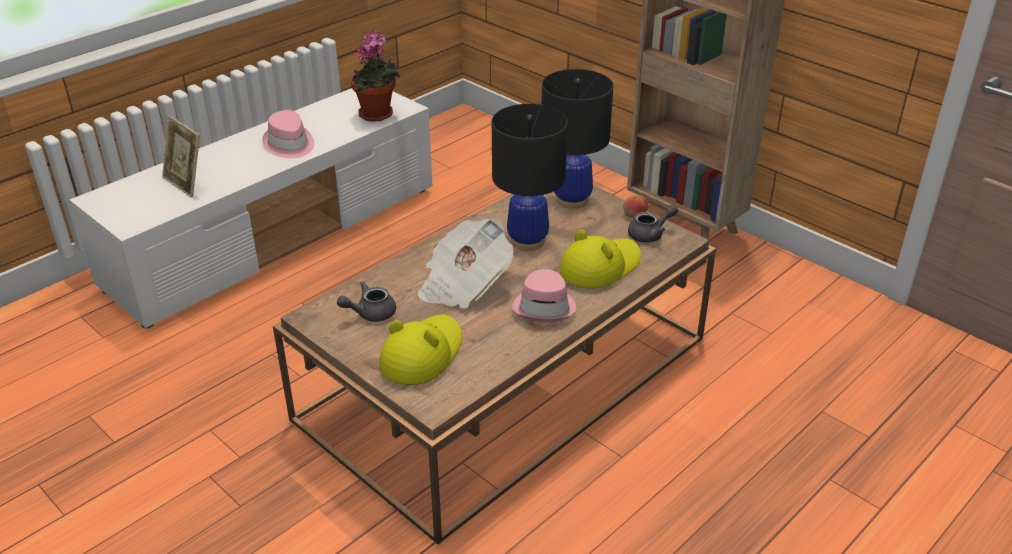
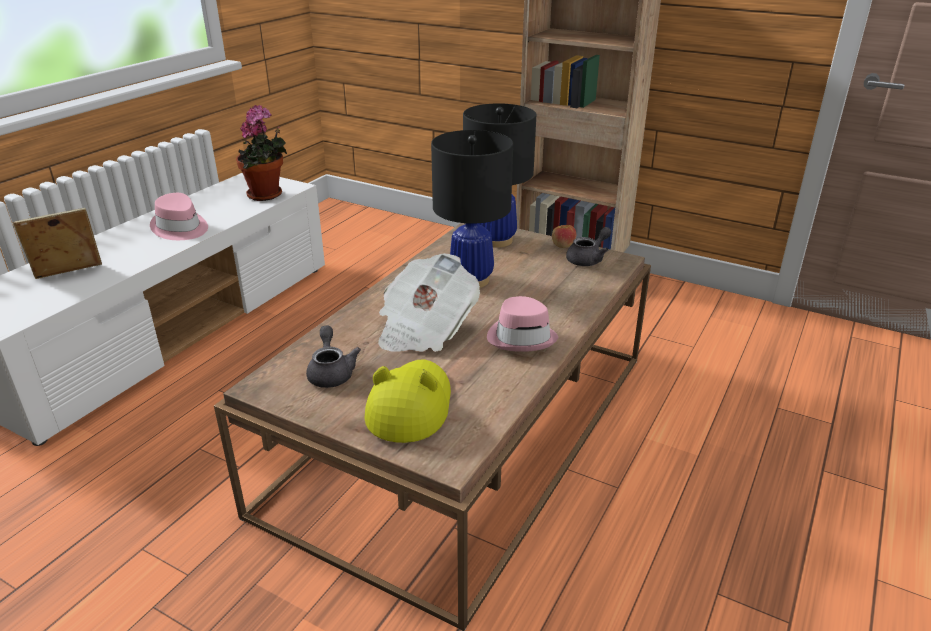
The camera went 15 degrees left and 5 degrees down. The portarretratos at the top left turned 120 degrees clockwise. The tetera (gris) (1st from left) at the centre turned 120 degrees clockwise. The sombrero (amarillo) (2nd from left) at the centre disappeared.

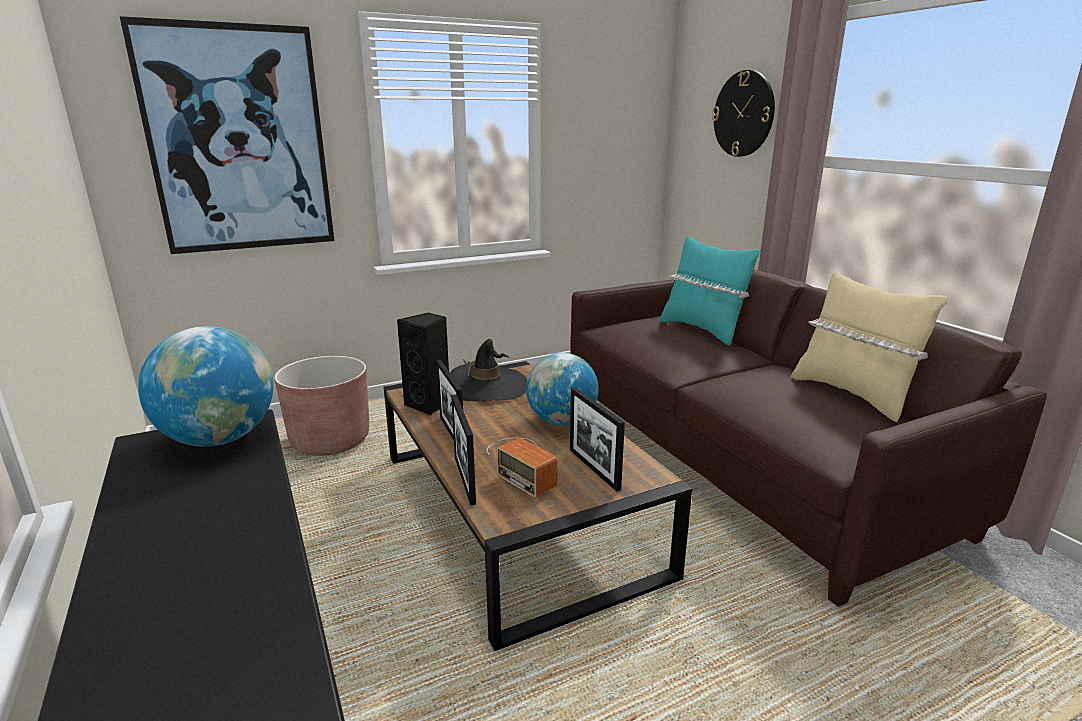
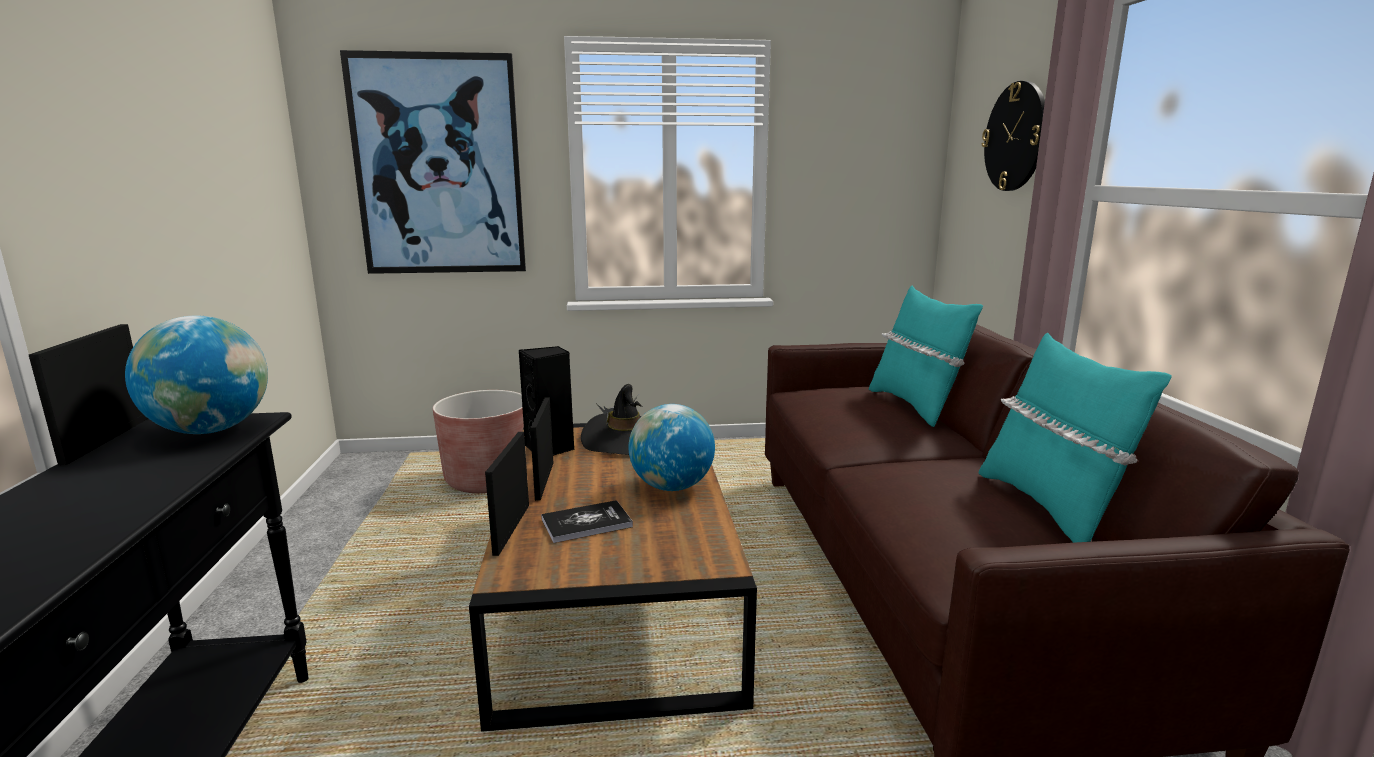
The camera went 20 degrees right and 5 degrees down. The portarretratos (3rd from left in the first image) moved from the centre to the middle left. The radio at the centre was replaced by the libro at the bottom centre. The cojín (beis) at the middle right became the cojín (turquesa) (2nd from left) at the middle right.

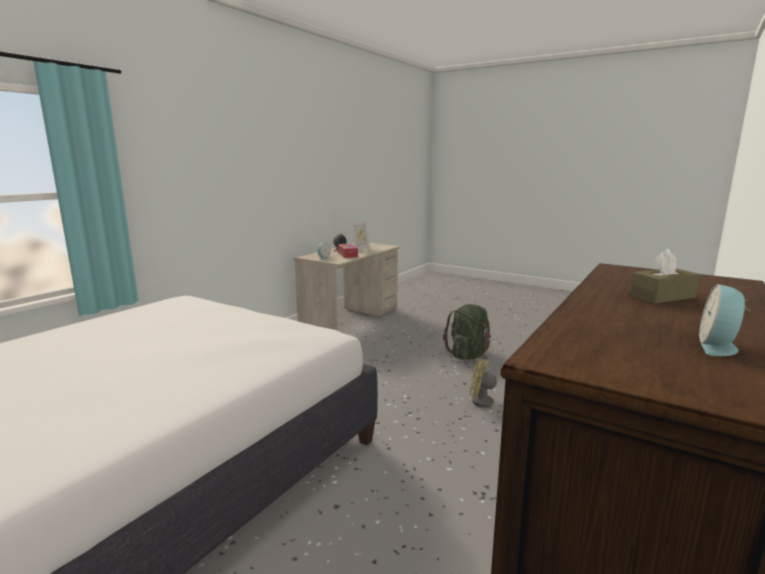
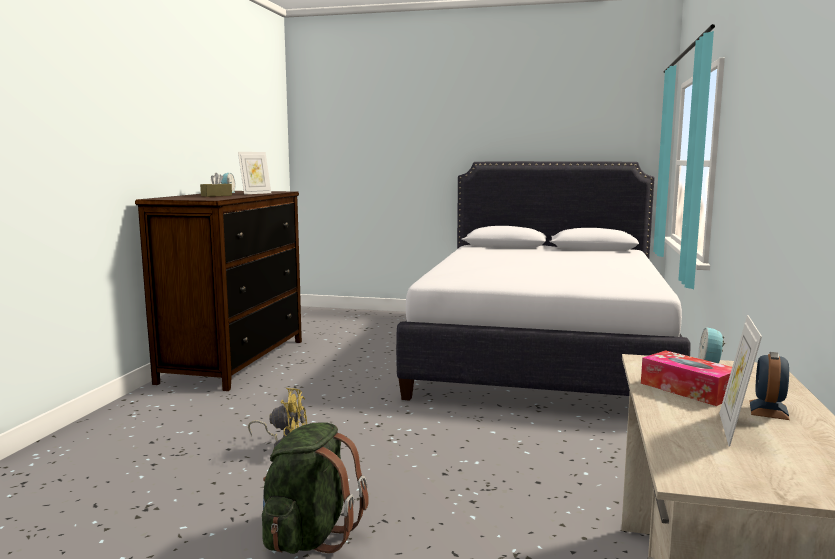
The camera went 160 degrees right and 5 degrees down. The portarretratos (1st from left) at the top left appeared.

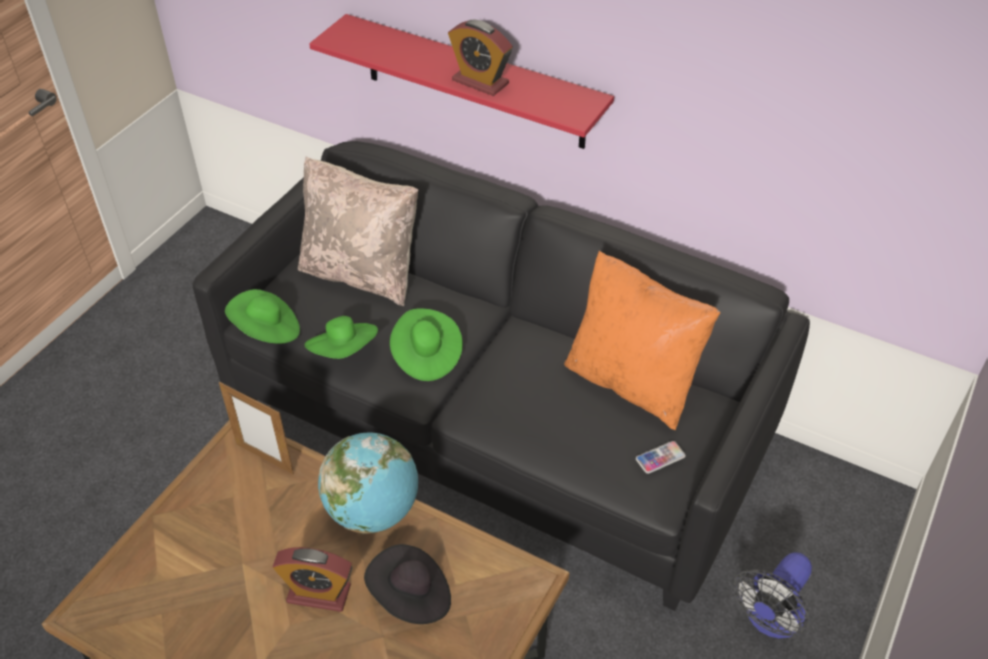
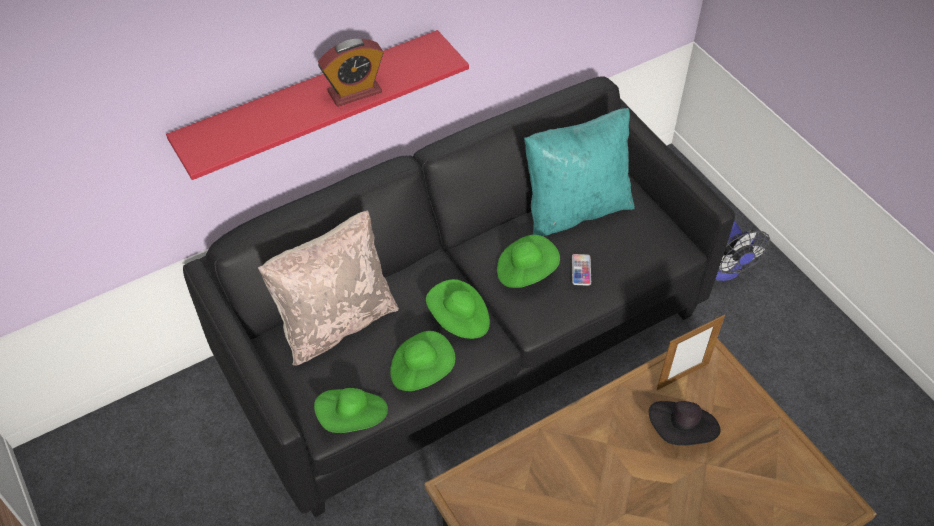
The camera went 60 degrees left and 5 degrees up. The sombrero (verde) (4th from left) at the centre appeared. The cojín (naranja) at the centre became the cojín (turquesa) at the top centre. The móvil moved from the bottom right to the centre. The portarretratos moved from the middle left to the bottom right. The despertador (1st from left) at the bottom left disappeared. The globo terráqueo at the bottom centre disappeared.

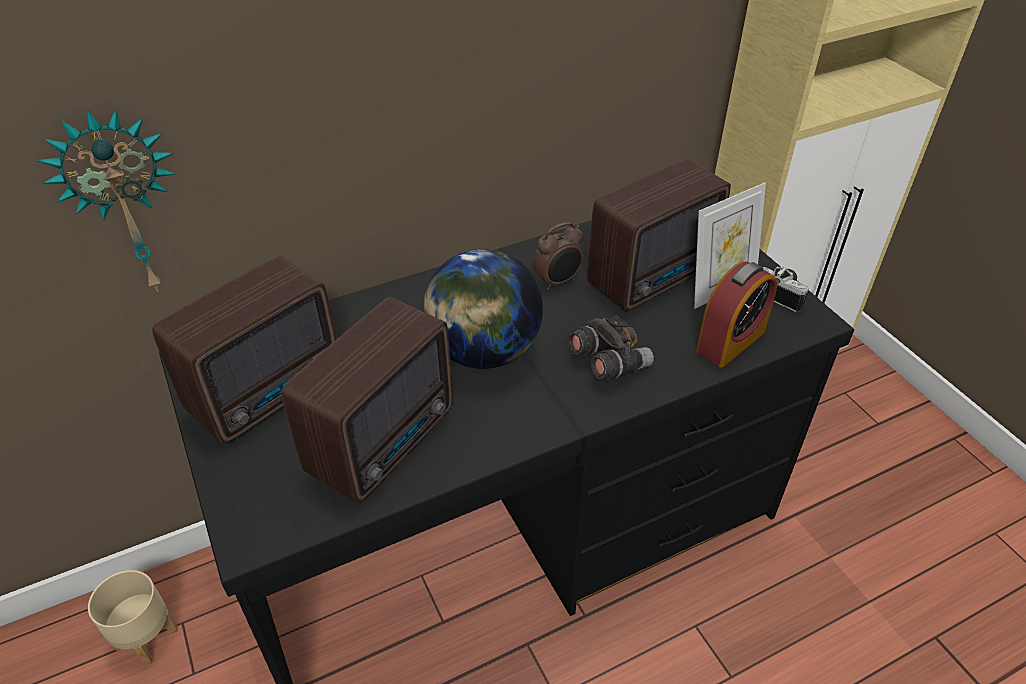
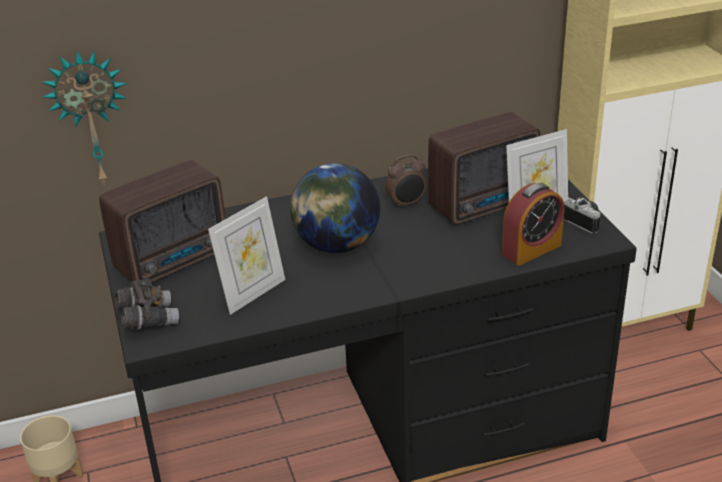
The camera went 10 degrees right and 10 degrees down. The prismáticos (gris) moved from the centre to the middle left. The radio (2nd from left) at the centre was replaced by the portarretratos (1st from left) at the centre.

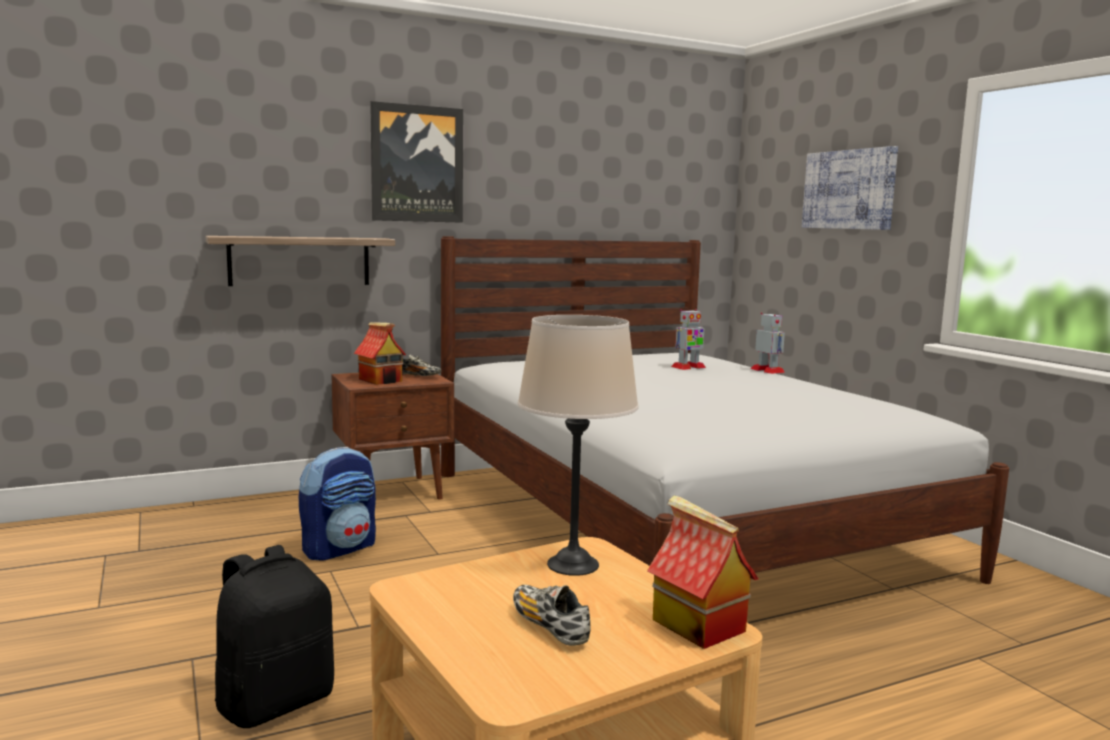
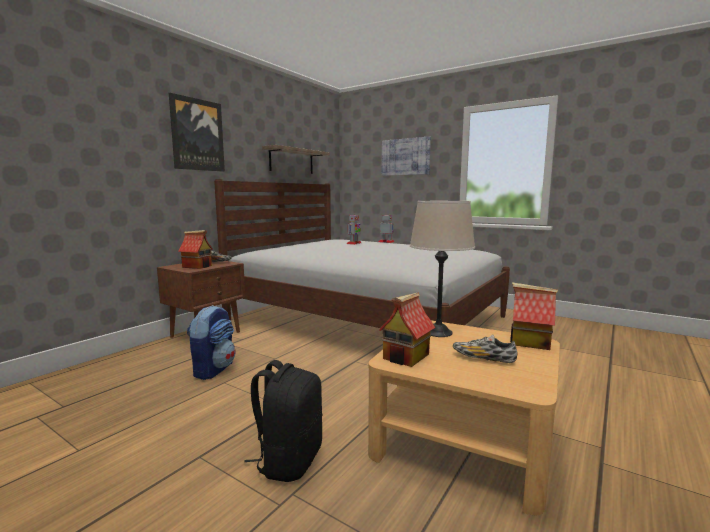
The camera went 30 degrees left and 0 degrees up. The estante moved from the middle left to the top centre. The casita (2nd from left) at the centre appeared.

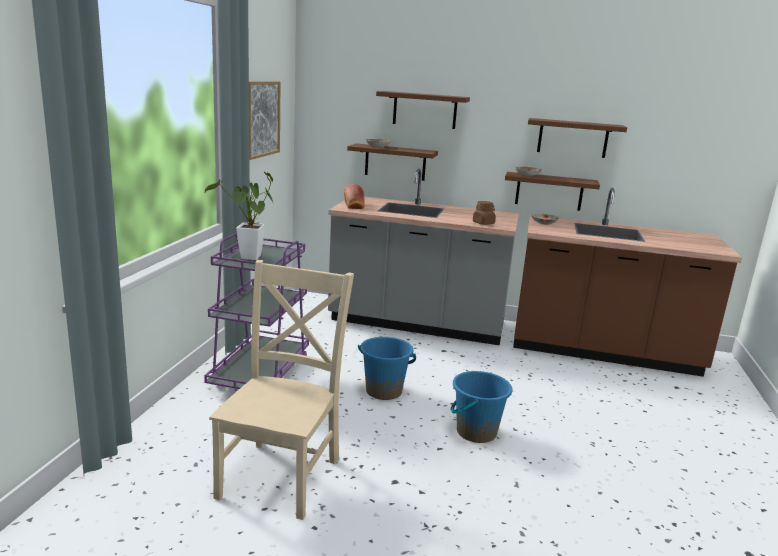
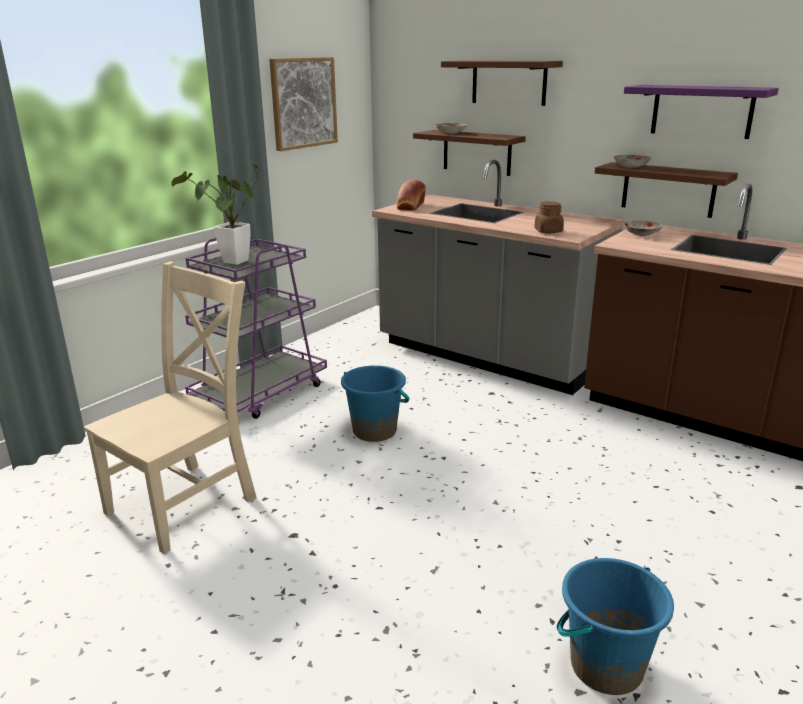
The camera went 25 degrees right and 5 degrees up. The cubo (azul) (2nd from left) moved from the bottom centre to the bottom right. The estante (marrón) (4th from left) at the top right became the estante (morado) at the top right.

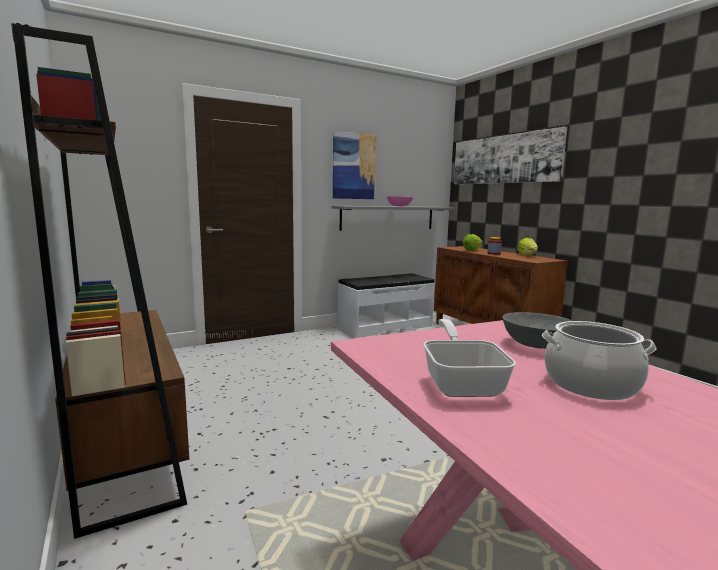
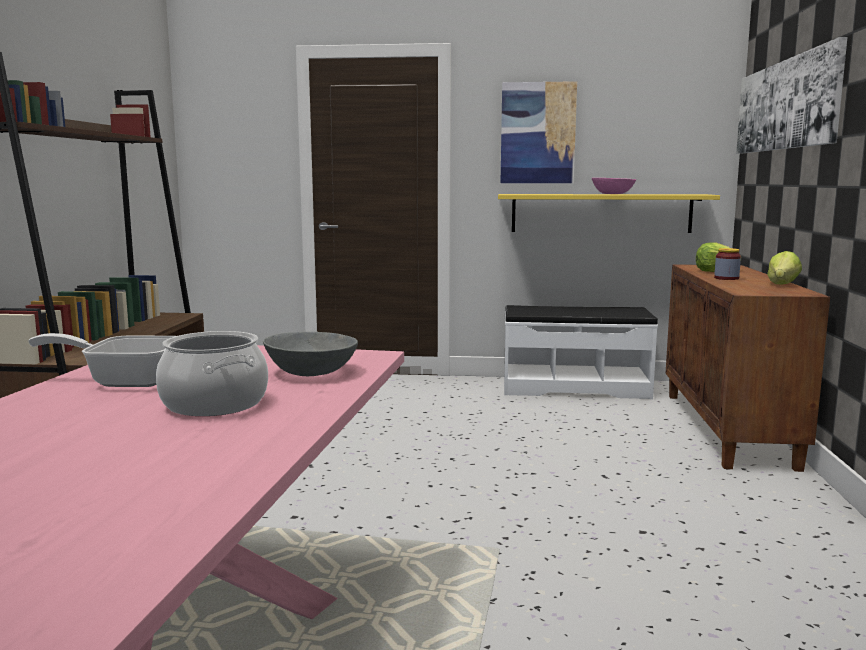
The camera went 35 degrees right and 0 degrees up. The sartén at the centre turned 120 degrees counterclockwise. The estante (gris) at the centre became the estante (amarillo) at the top right.

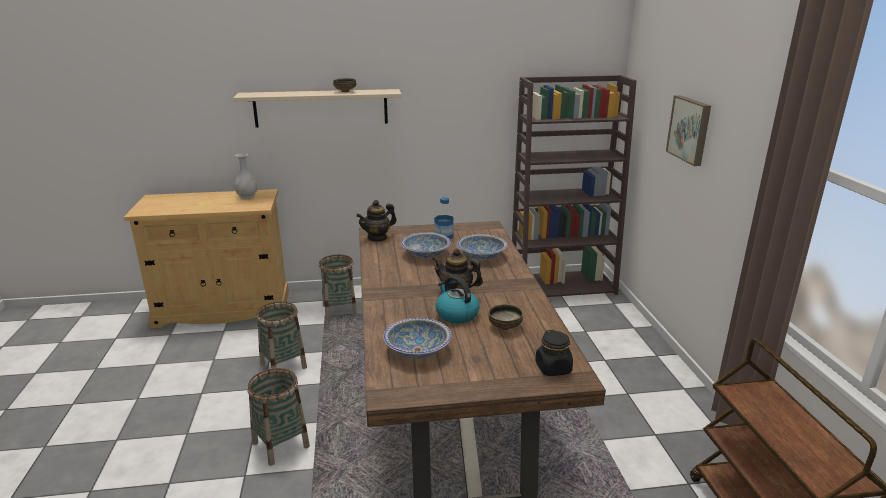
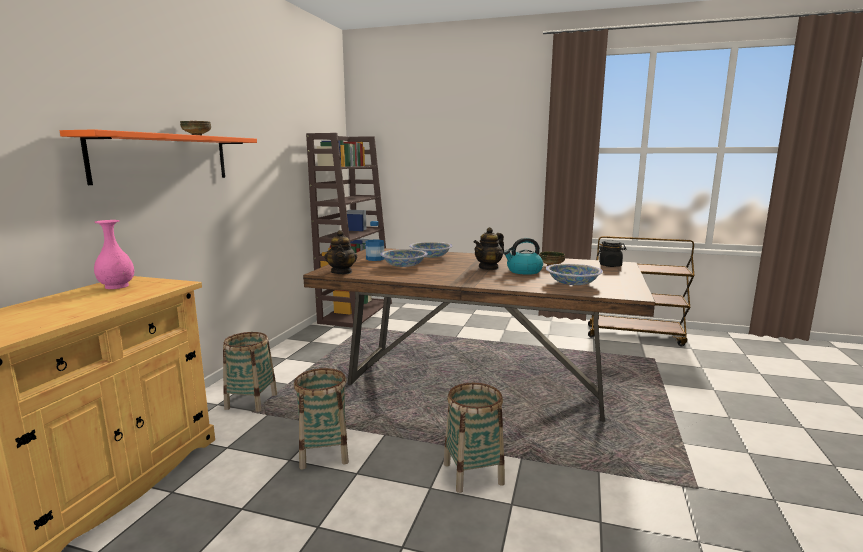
The camera went 65 degrees left and 10 degrees down. The estante (beis) at the top centre became the estante (naranja) at the top left. The florero (blanco) at the middle left became the florero (rosa) at the middle left. The cuadro at the top right disappeared.

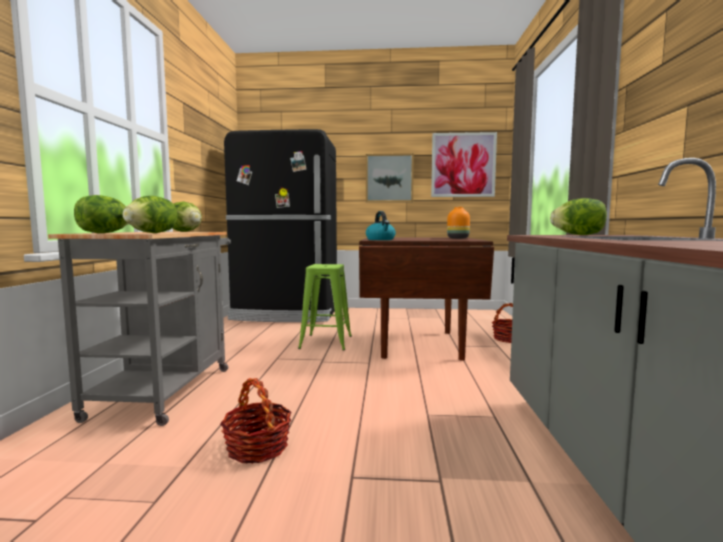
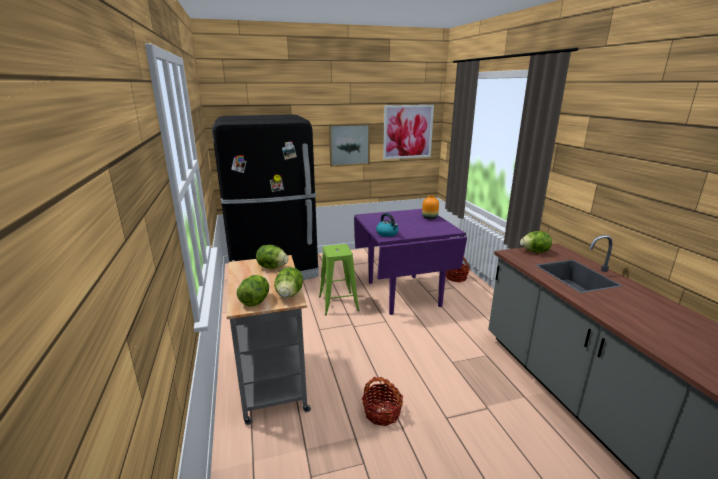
The camera went 20 degrees left and 15 degrees up. The mesa de comedor (marrón) at the centre became the mesa de comedor (morado) at the centre.

